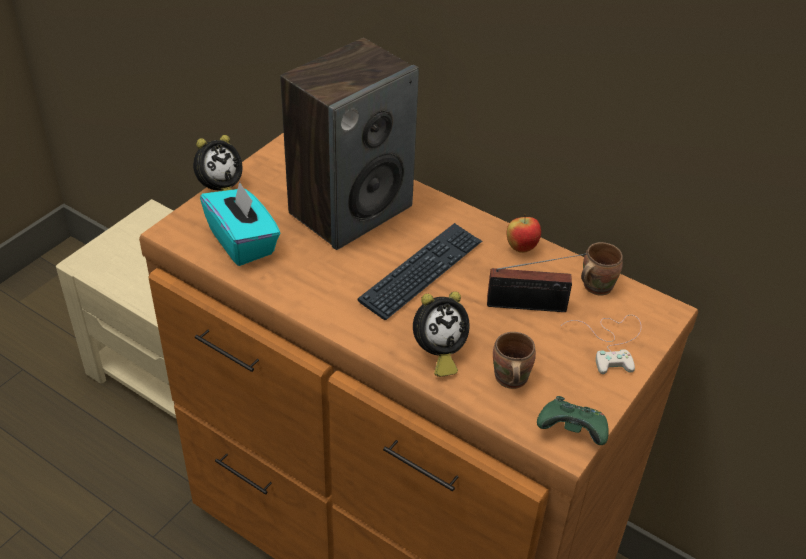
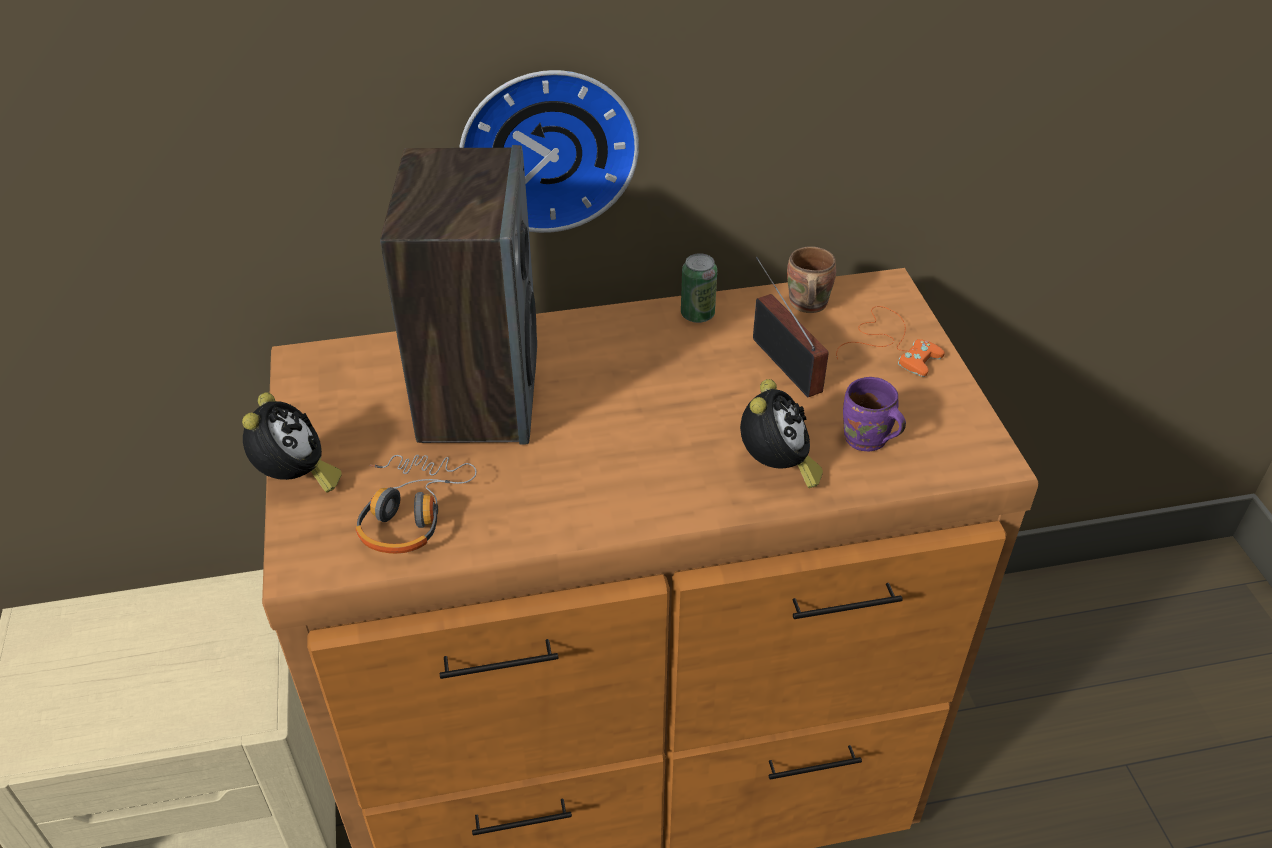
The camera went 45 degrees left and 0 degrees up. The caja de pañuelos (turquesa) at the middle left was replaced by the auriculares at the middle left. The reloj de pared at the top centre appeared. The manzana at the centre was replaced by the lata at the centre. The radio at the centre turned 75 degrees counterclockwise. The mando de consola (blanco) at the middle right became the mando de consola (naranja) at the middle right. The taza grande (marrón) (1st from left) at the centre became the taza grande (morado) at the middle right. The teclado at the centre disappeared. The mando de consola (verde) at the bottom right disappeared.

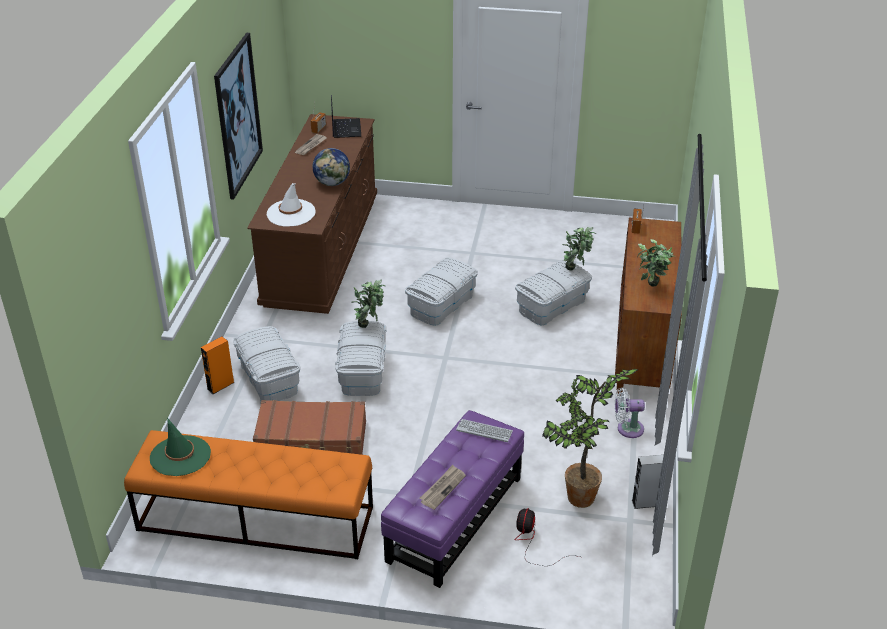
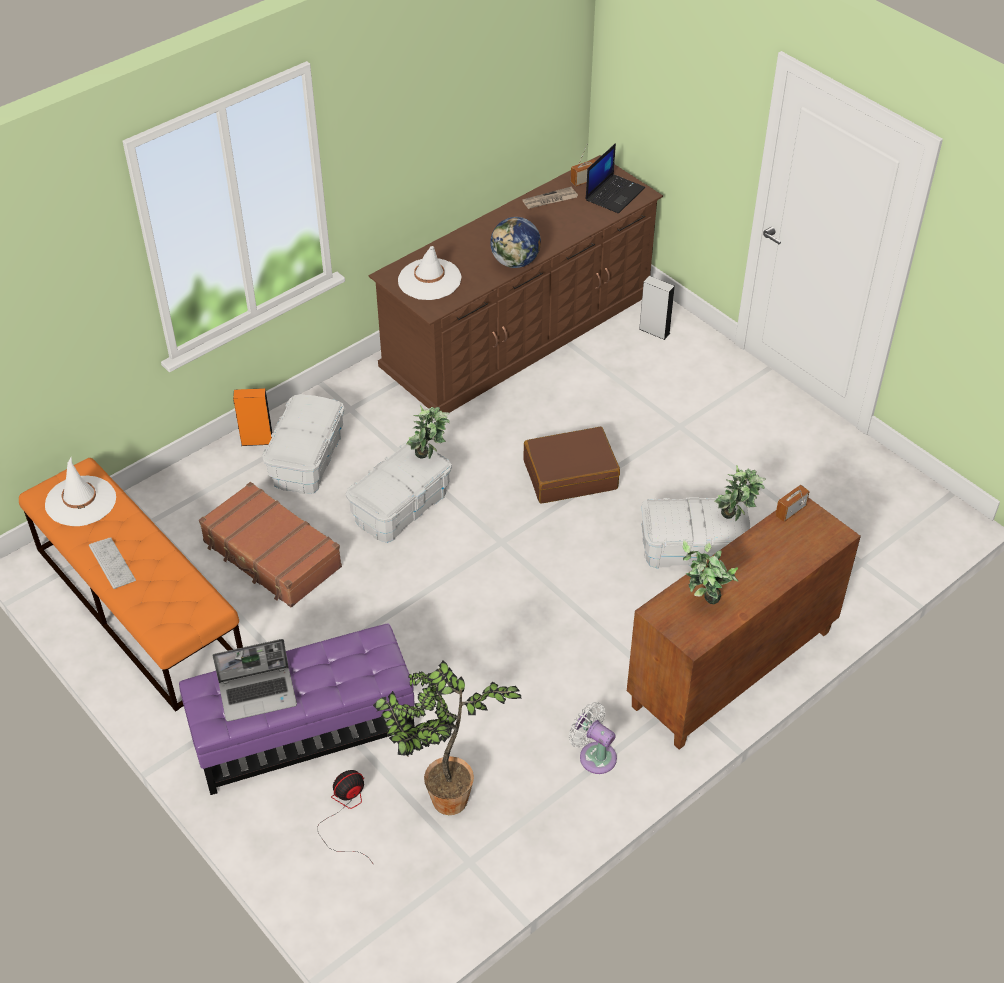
The camera went 40 degrees right and 10 degrees up. The sombrero (verde) at the bottom left became the sombrero (blanco) (1st from left) at the middle left. The teclado moved from the bottom centre to the middle left. The periódico (2nd from left) at the bottom centre was replaced by the portátil (1st from left) at the bottom left. The caja de almacenaje (blanco) (3rd from left) at the centre was replaced by the maleta (marrón) (2nd from left) at the centre. The altavoz (gris) moved from the bottom right to the top centre. The cuadro at the top left disappeared.

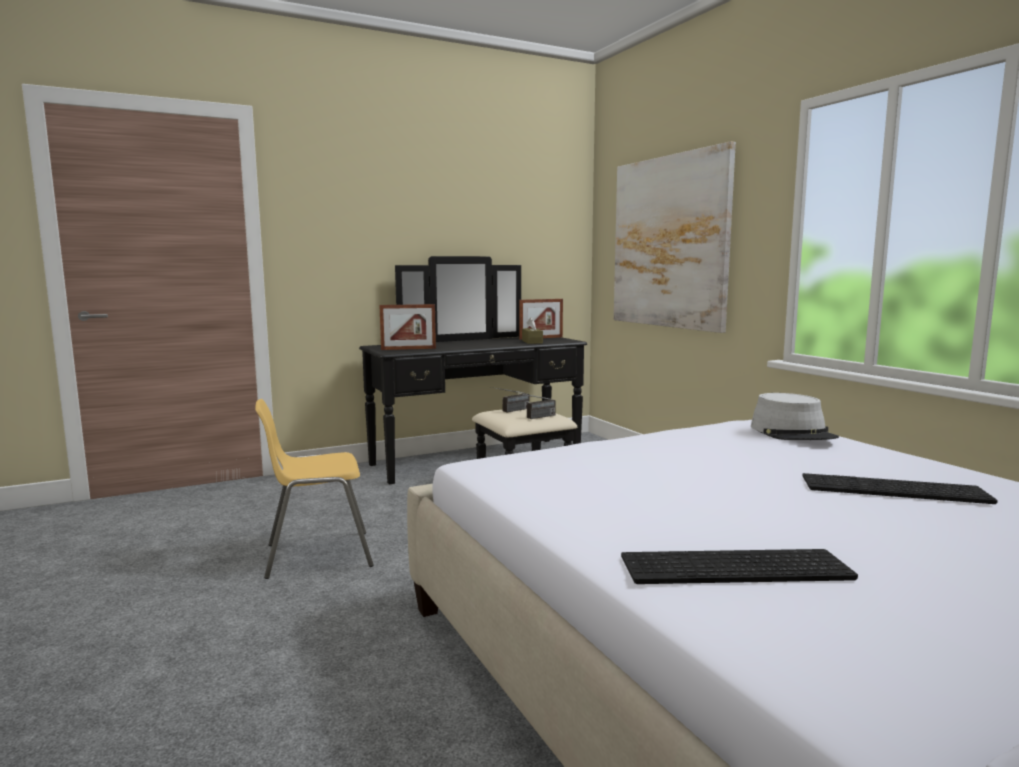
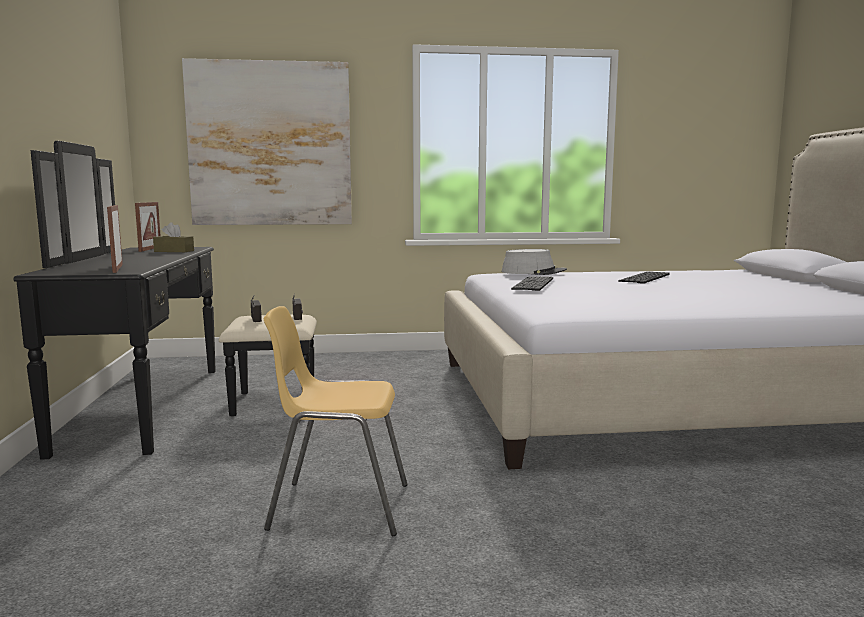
The camera went 70 degrees left and 0 degrees up. The portarretratos (1st from left) at the centre turned 150 degrees clockwise. The silla (amarillo) at the middle left turned 90 degrees clockwise. The teclado (1st from left) moved from the bottom right to the centre.

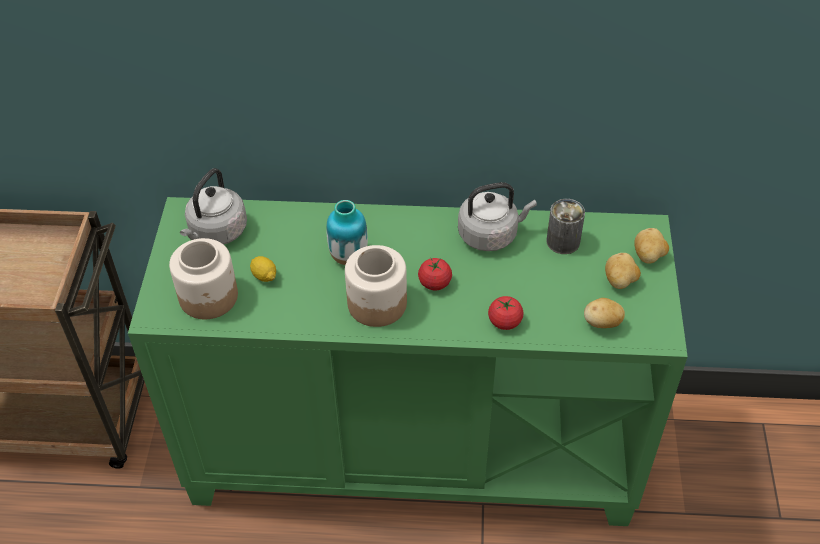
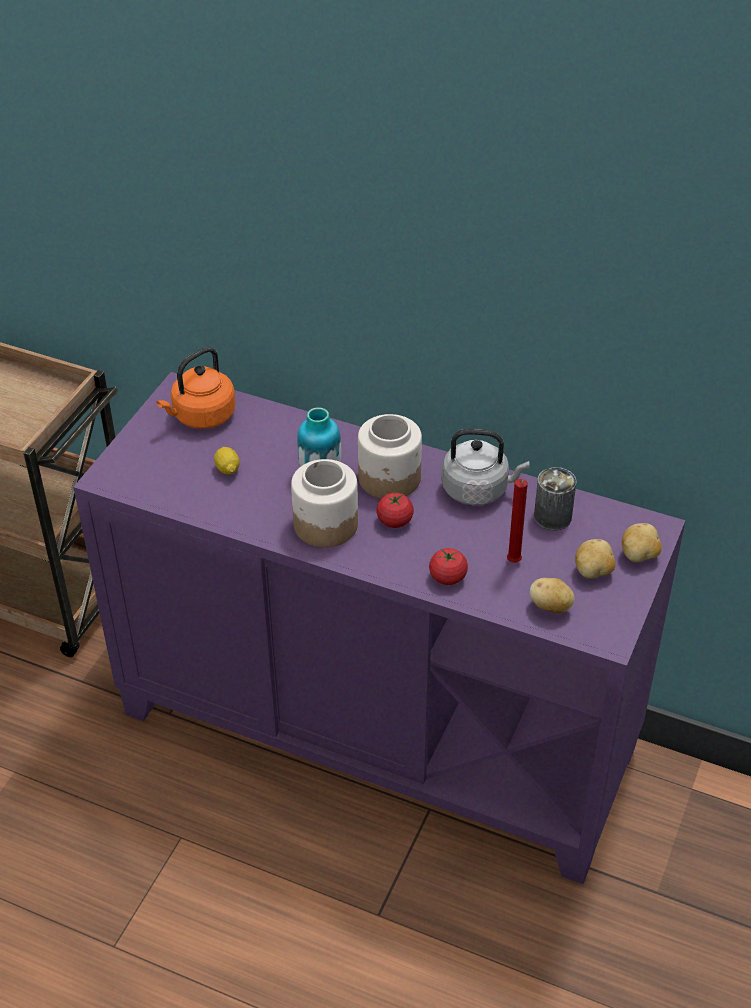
The camera went 20 degrees right and 5 degrees down. The armario (verde) at the centre became the armario (morado) at the centre. The hervidor (gris) (1st from left) at the middle left became the hervidor (naranja) at the middle left. The tarro (1st from left in the first image) moved from the middle left to the centre. The vela (rojo) at the middle right appeared.

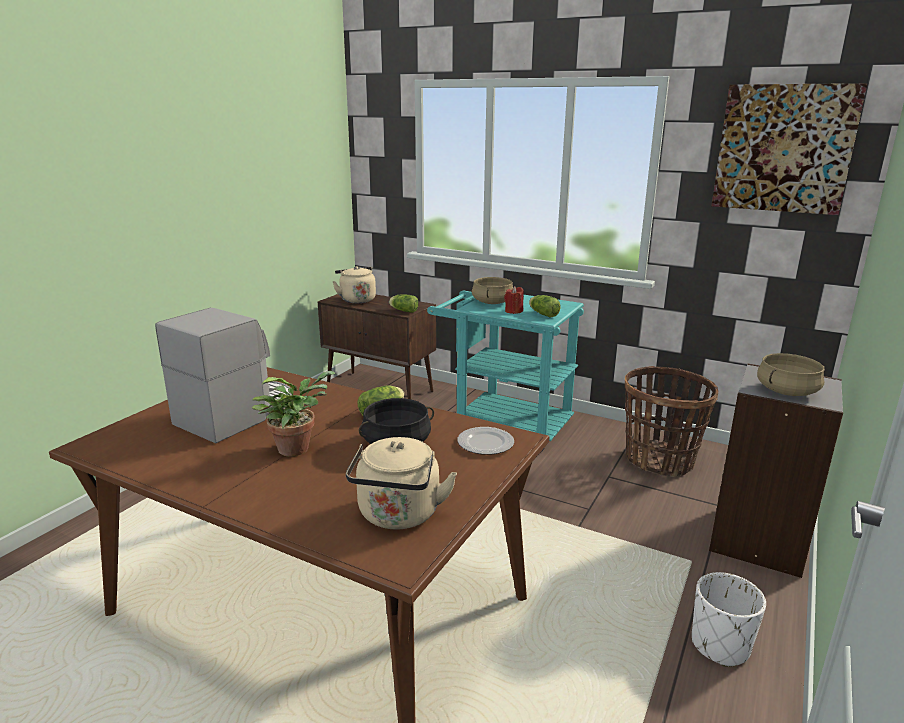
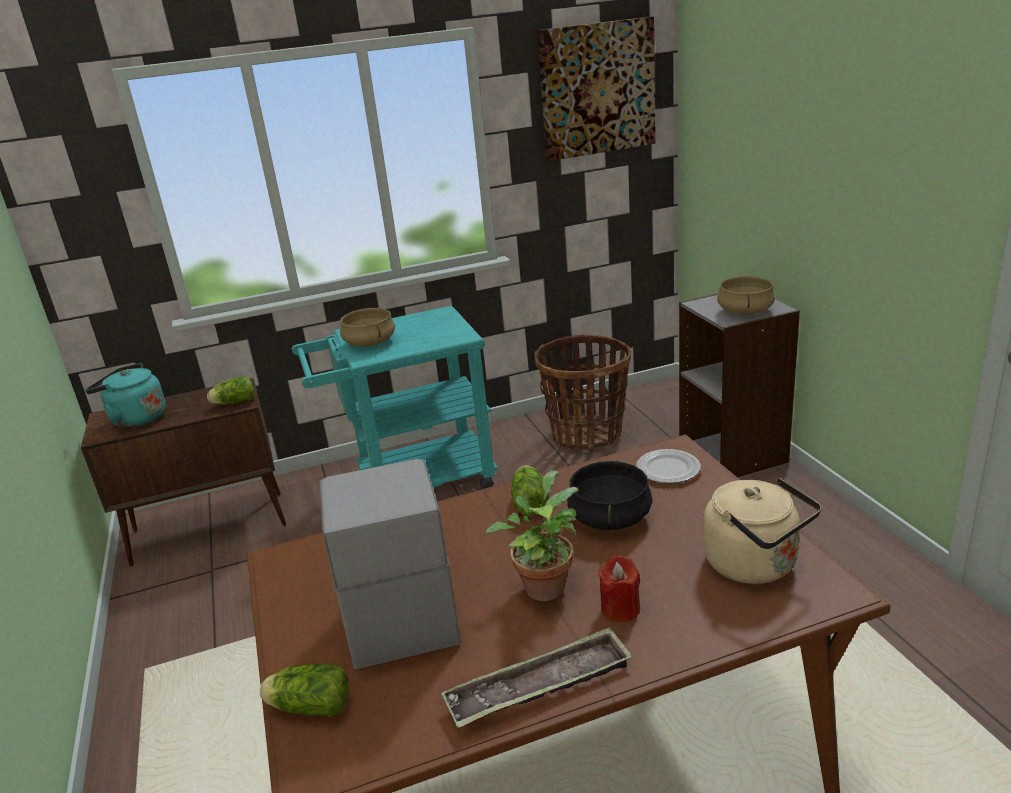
The camera went 45 degrees left and 5 degrees up. The hervidor (beis) (1st from left) at the centre became the hervidor (turquesa) at the middle left. The lechuga (3rd from left in the first image) moved from the centre to the bottom left. The bandeja at the bottom centre appeared. The vela (rojo) moved from the centre to the bottom centre. The maceta (blanco) at the bottom right disappeared.

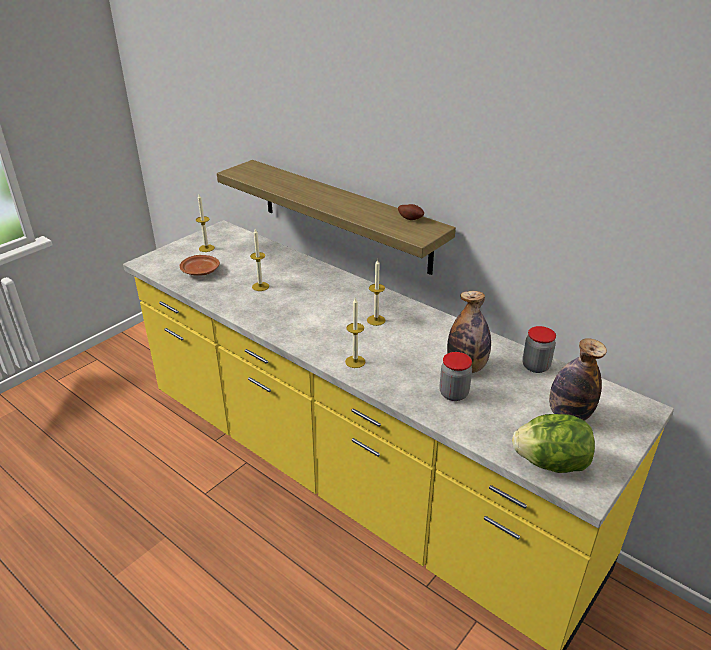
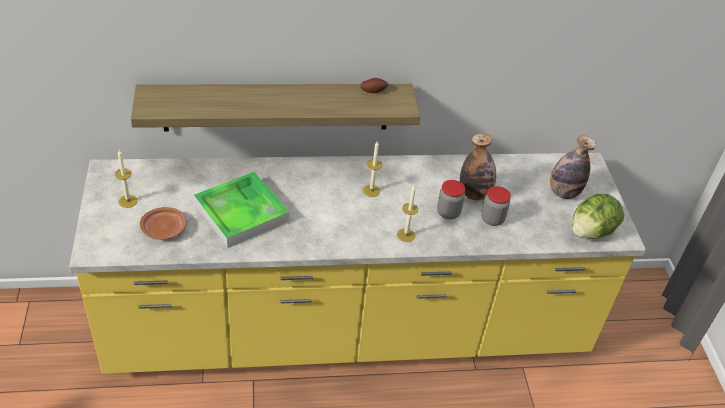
The camera went 50 degrees left and 10 degrees up. The vela (2nd from left) at the centre was replaced by the bandeja at the middle left. The tarro (2nd from left in the first image) moved from the middle right to the centre.

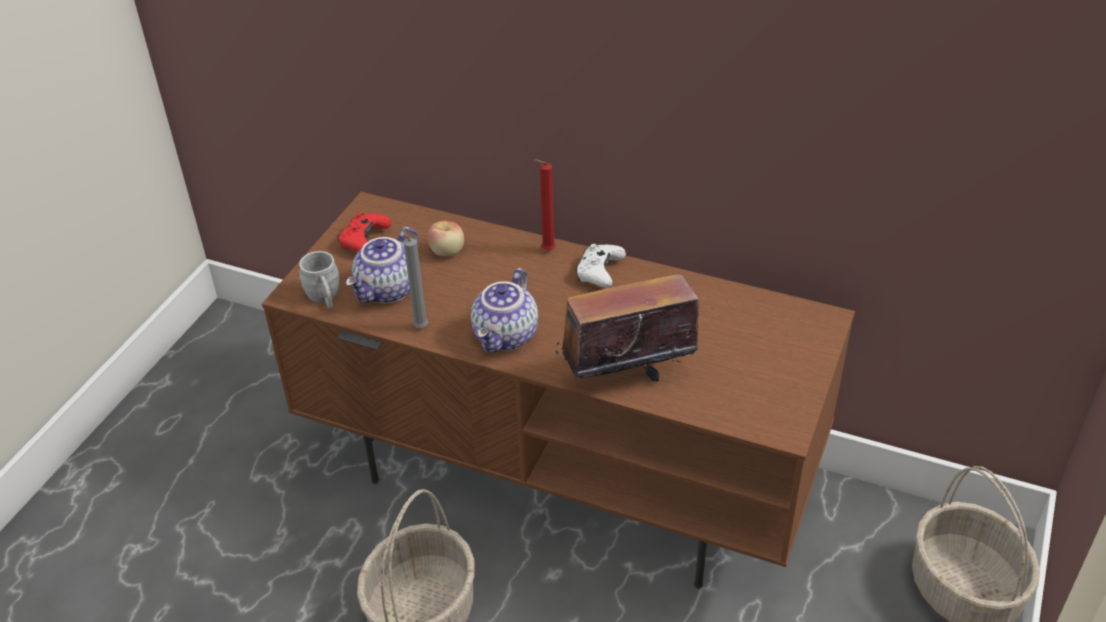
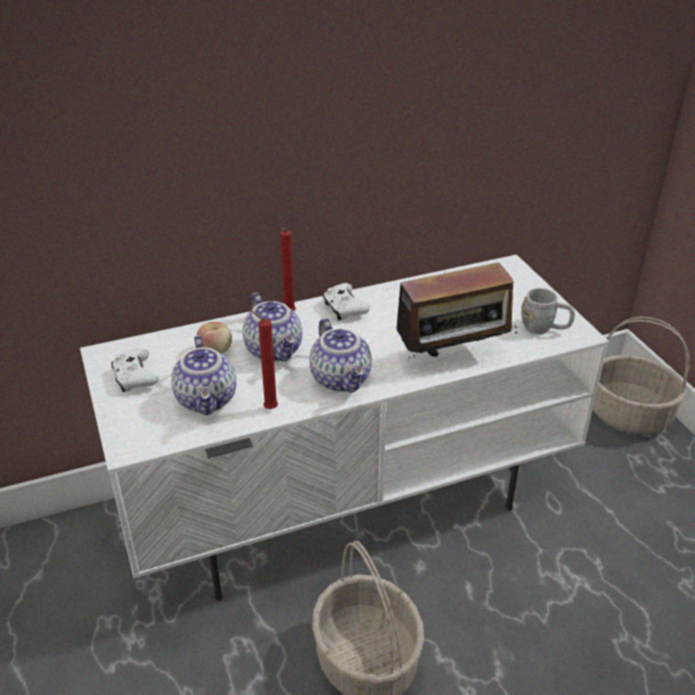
The camera went 45 degrees left and 5 degrees down. The mueble de televisión (marrón) at the centre became the mueble de televisión (blanco) at the centre. The mando de consola (rojo) at the middle left became the mando de consola (blanco) (1st from left) at the middle left. The tetera (2nd from left) at the centre appeared. The vela (gris) at the centre became the vela (rojo) (1st from left) at the centre. The radio at the centre turned 135 degrees counterclockwise. The taza grande (gris) moved from the middle left to the middle right.

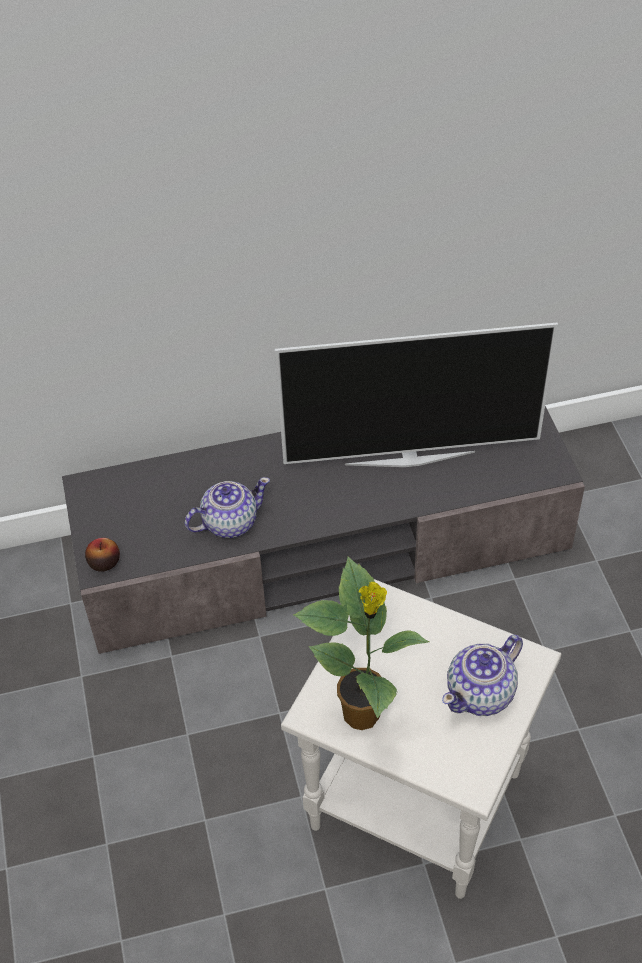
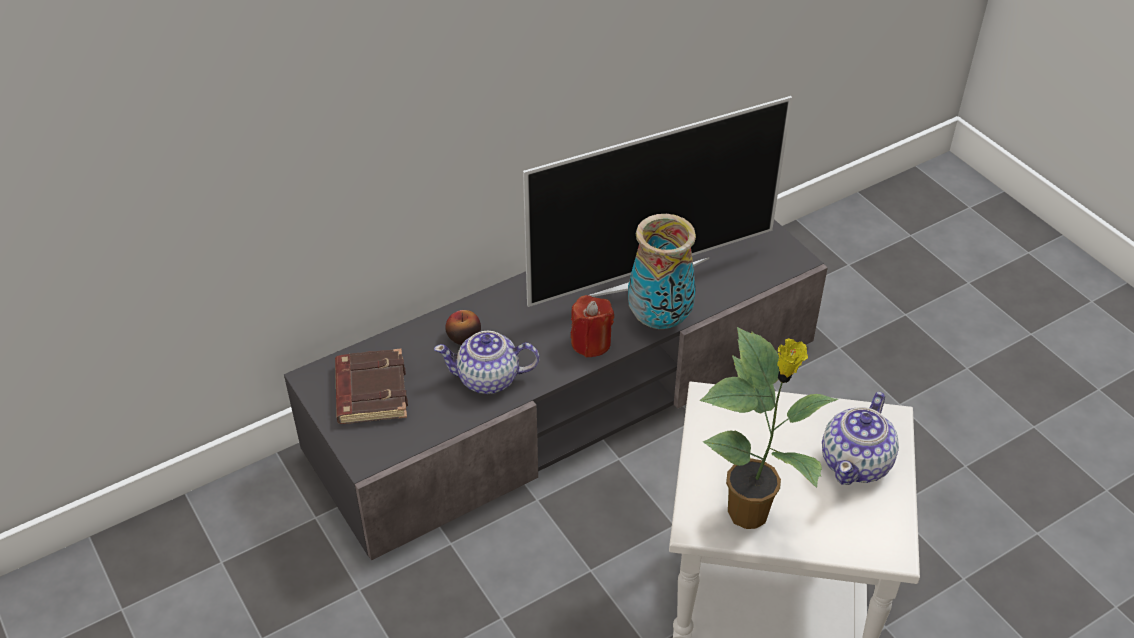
The camera went 20 degrees left and 5 degrees down. The libro (marrón) at the middle left appeared. The tetera (1st from left) at the centre turned 135 degrees counterclockwise. The manzana moved from the middle left to the centre. The vela (rojo) at the centre appeared. The florero at the centre appeared.

